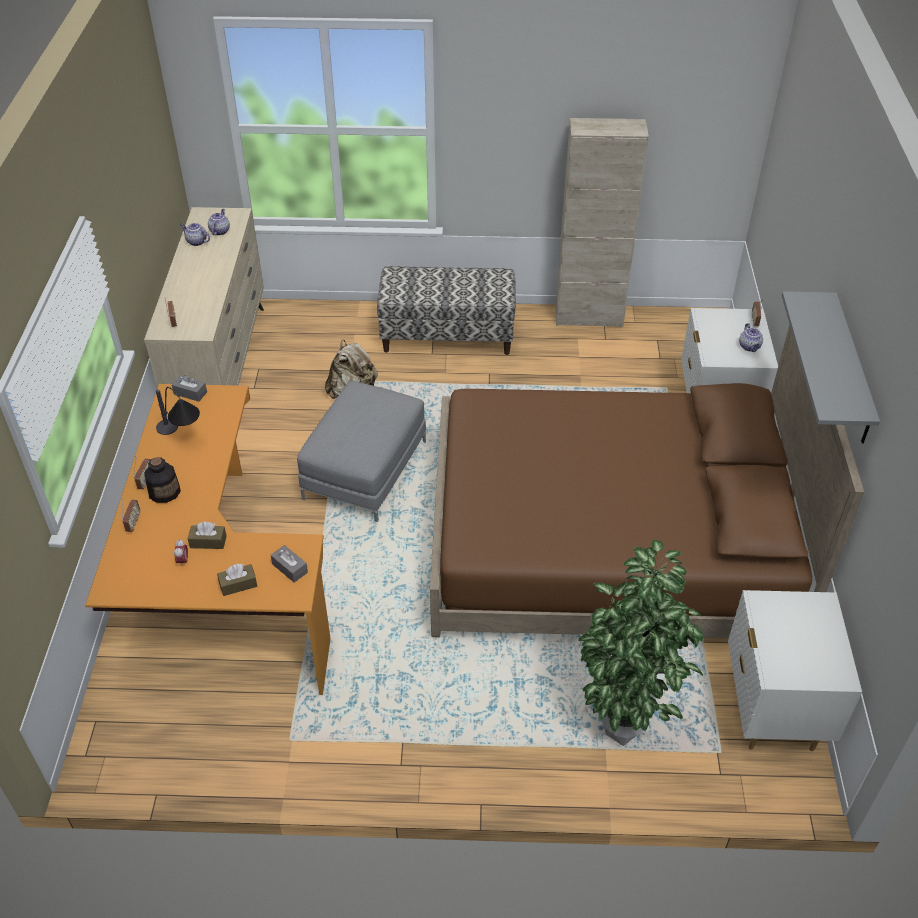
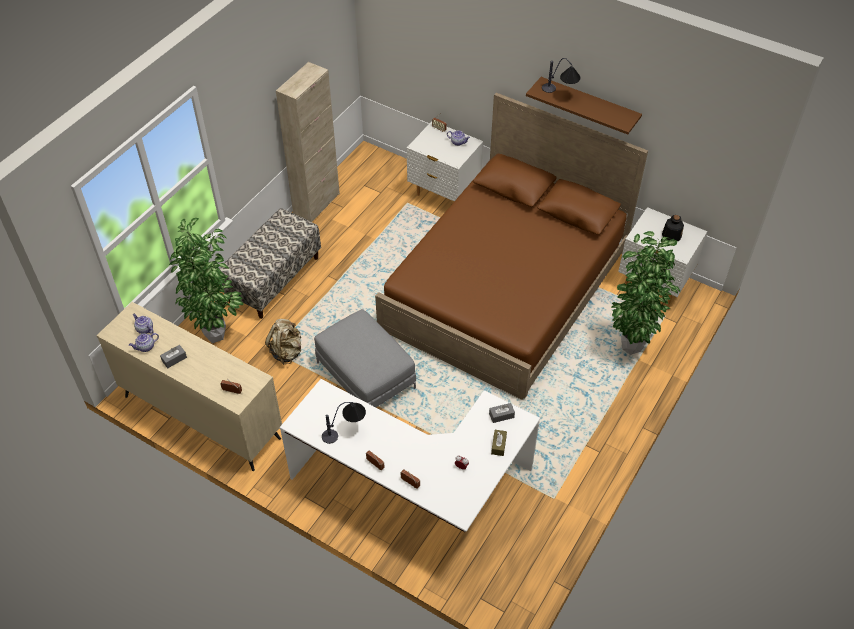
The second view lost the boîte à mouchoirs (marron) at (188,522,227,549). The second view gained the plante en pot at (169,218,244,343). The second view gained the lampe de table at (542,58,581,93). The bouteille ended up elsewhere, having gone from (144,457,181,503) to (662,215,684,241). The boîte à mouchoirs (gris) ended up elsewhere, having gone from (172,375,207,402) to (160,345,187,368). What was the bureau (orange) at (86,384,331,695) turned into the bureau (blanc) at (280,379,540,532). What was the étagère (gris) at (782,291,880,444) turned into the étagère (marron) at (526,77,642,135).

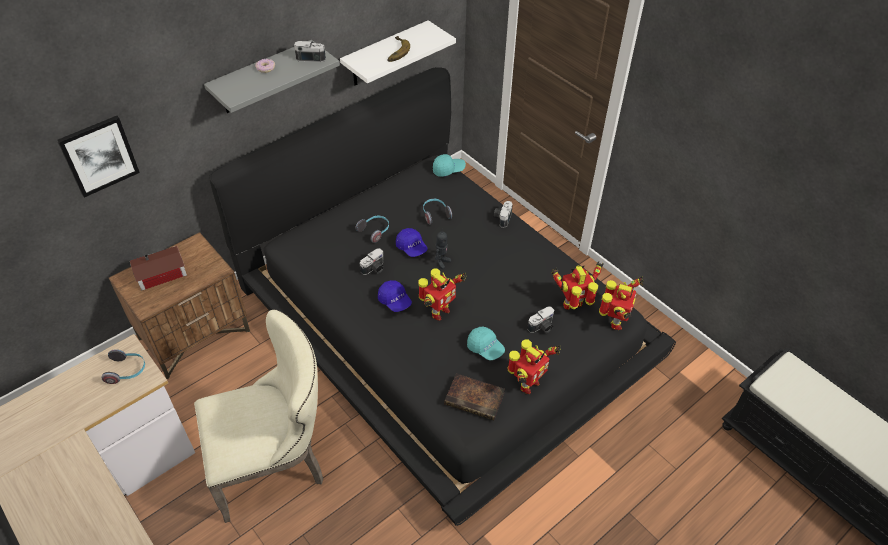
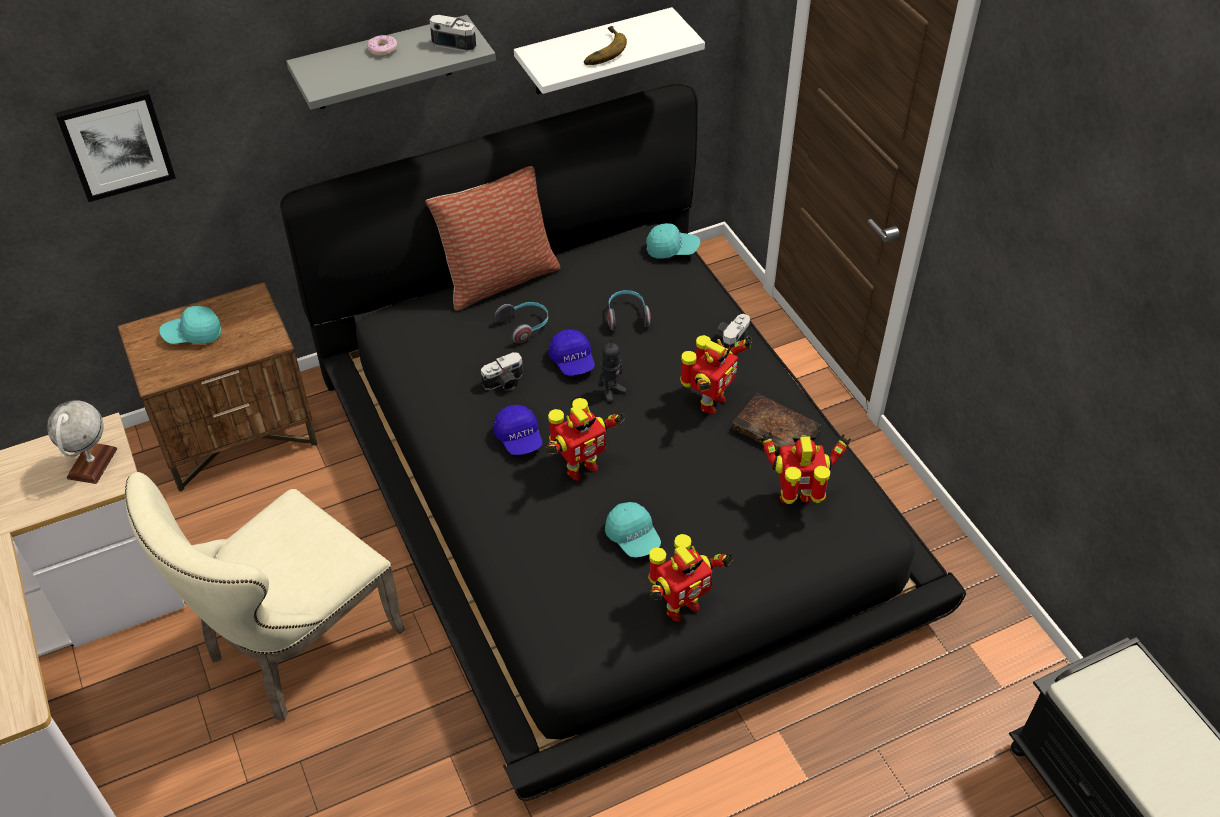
The second view lost the appareil photo at (527,306,554,333). The second view gained the coussin at (426,166,561,311). The livre ended up elsewhere, having gone from (444,373,505,420) to (731,393,821,453). The robot jouet ended up elsewhere, having gone from (599,276,644,330) to (680,335,752,414). Where the casque audio stood at (101,349,145,384), the globe came to stand at (47,400,117,484). Where the maison miniature stood at (130,246,187,290), the casquette (turquoise) came to stand at (159,306,222,344). The chaise (beige) at (194,309,323,523) ended up facing another way, 135 degrees clockwise from before.

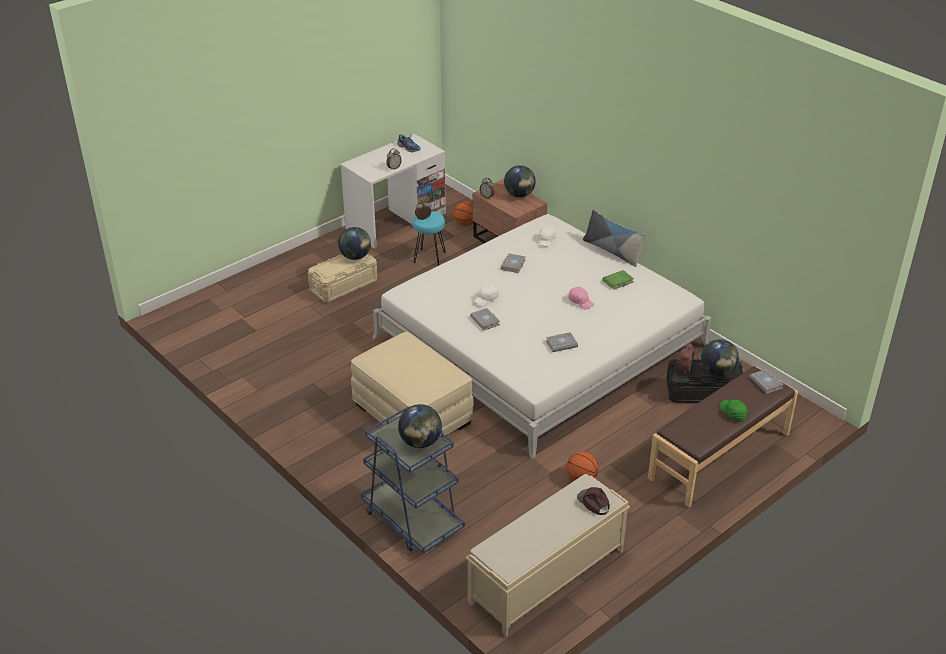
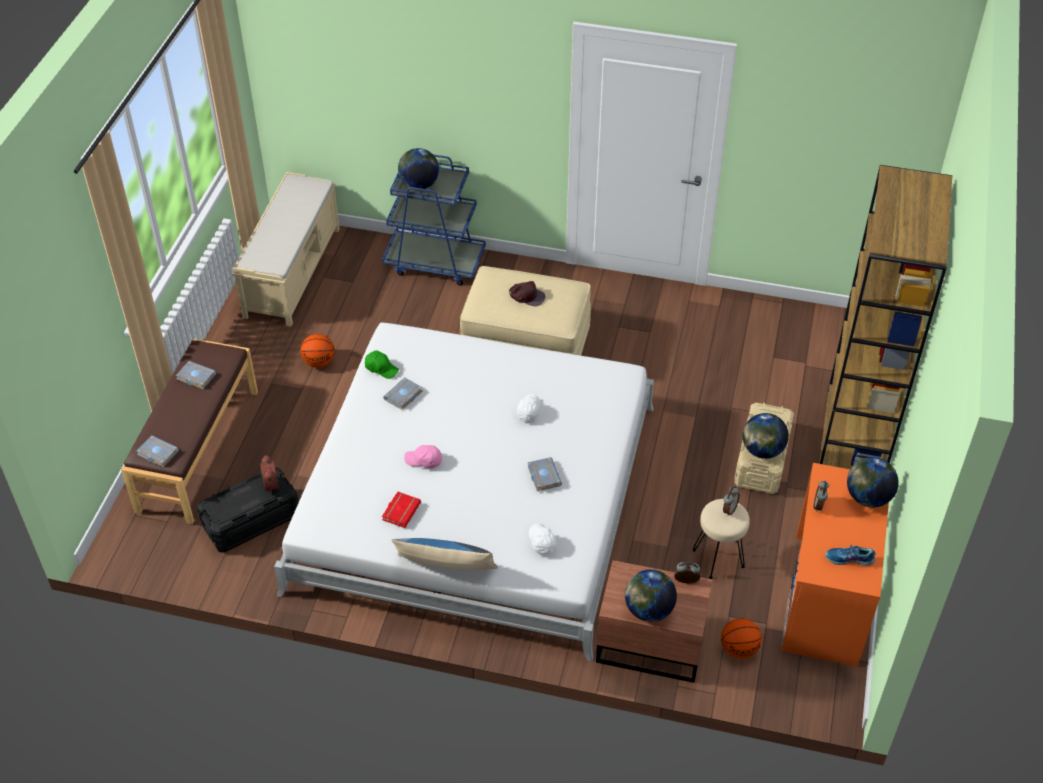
The second view gained the bibliothèque (marron) at (819,165,952,469). The livre (gris) ended up elsewhere, having gone from (470,308,500,330) to (176,361,216,389). The casquette (marron) ended up elsewhere, having gone from (577,487,610,515) to (509,281,545,306). The globe ended up elsewhere, having gone from (701,339,739,377) to (847,457,899,507). The casquette (vert) ended up elsewhere, having gone from (720,400,748,421) to (365,350,399,379). What was the bureau (blanc) at (340,134,446,249) turned into the bureau (orange) at (781,463,889,666). What was the tabouret (turquoise) at (413,211,446,266) turned into the tabouret (beige) at (692,499,750,579). What was the livre (vert) at (603,270,634,290) turned into the livre (rouge) at (382,492,421,528).

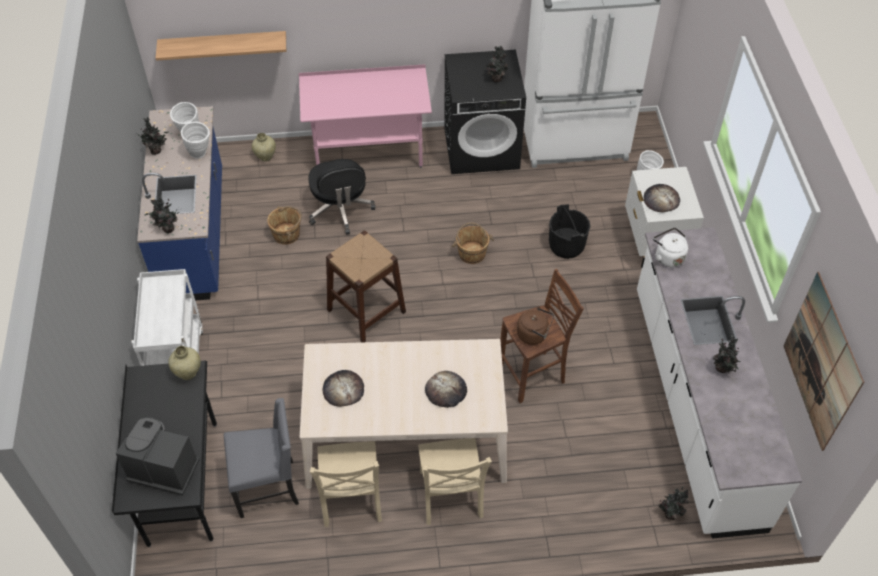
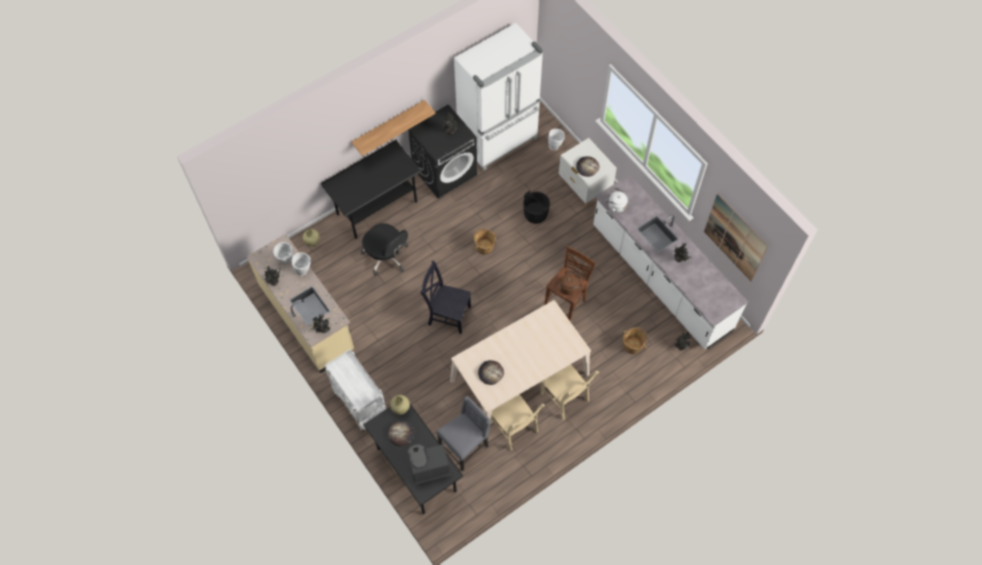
The étagère ended up elsewhere, having gone from (156,31,286,61) to (352,100,436,156). The seau (marron) ended up elsewhere, having gone from (267,206,302,244) to (622,327,647,354). The pain ended up elsewhere, having gone from (425,371,467,408) to (388,421,415,447). Where the tabouret (marron) stood at (326,230,406,342), the chaise (noir) came to stand at (420,260,471,334). What was the comptoir de cuisine (bleu) at (137,106,222,301) turned into the comptoir de cuisine (beige) at (247,234,354,373). What was the bureau (rose) at (299,64,432,168) turned into the bureau (noir) at (321,139,422,239).

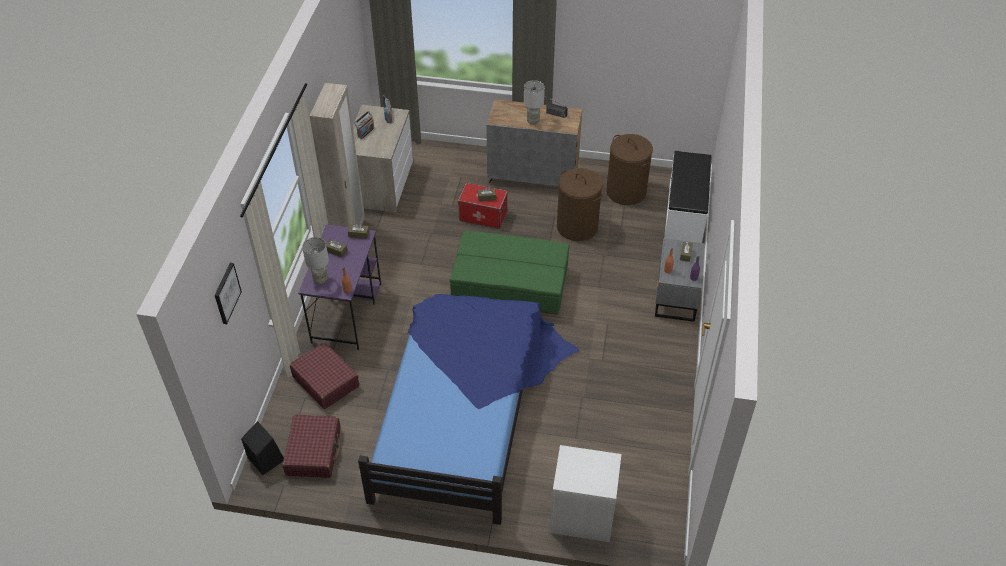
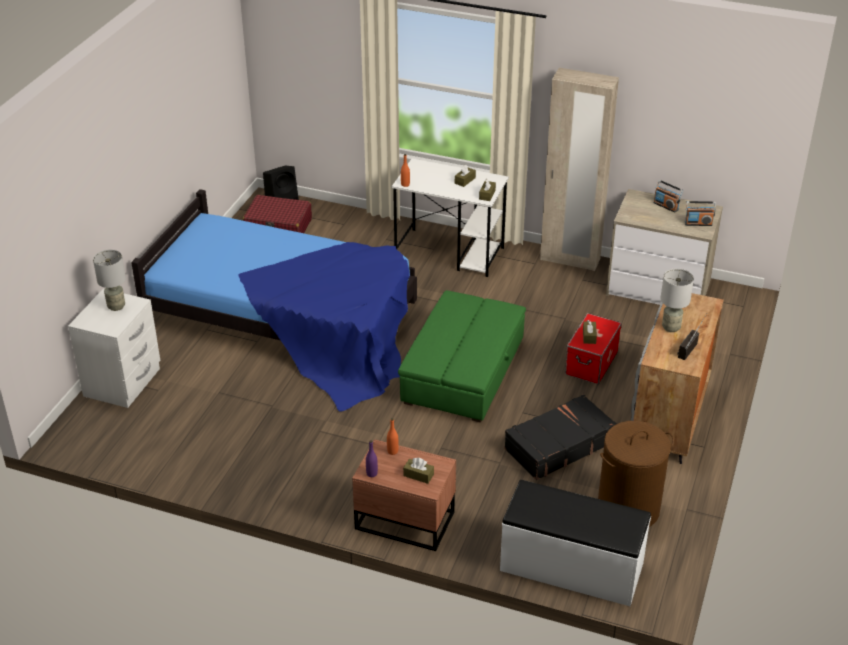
The second view lost the tableau at (214,263,242,324). The second view lost the valise (rouge) at (290,342,359,409). The lampe de table (gris) ended up elsewhere, having gone from (302,237,329,284) to (93,250,126,311). Where the panier à linge (marron) stood at (557,168,603,241), the valise (noir) came to stand at (504,394,617,480). What was the bureau (violet) at (298,224,381,350) turned into the bureau (blanc) at (391,159,509,277). What was the table de chevet (gris) at (655,238,705,322) turned into the table de chevet (marron) at (352,439,456,551).

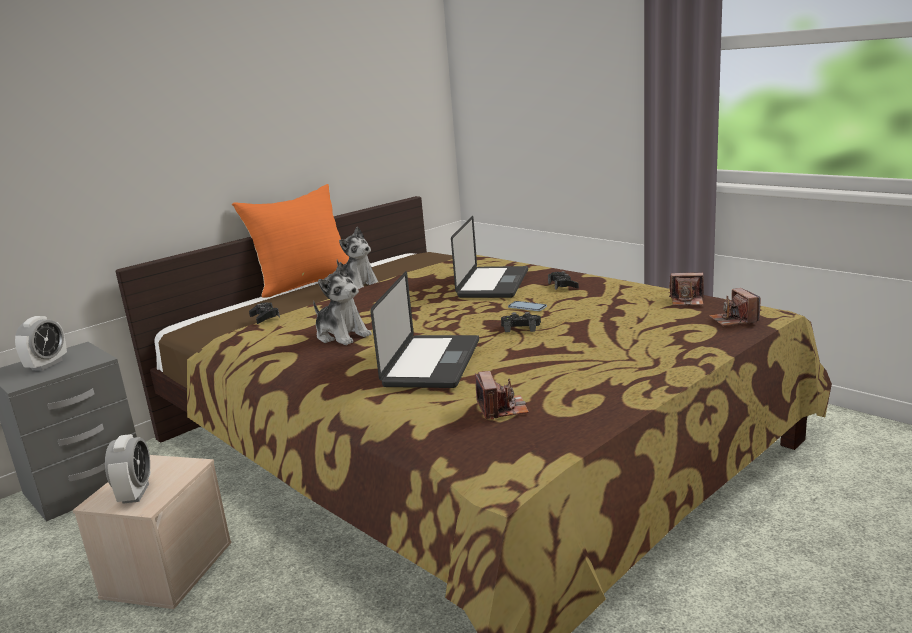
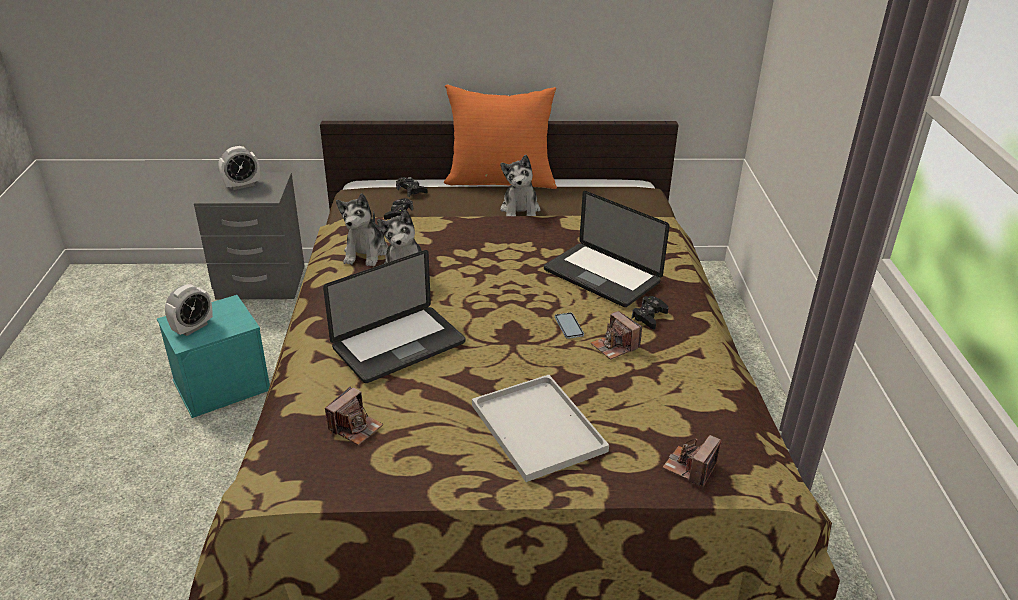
The second view gained the peluche at (336,193,388,267). The second view gained the plateau (blanc) at (472,375,609,482). The manette (noir) ended up elsewhere, having gone from (501,312,541,332) to (396,177,427,197). The appareil photo ended up elsewhere, having gone from (669,272,704,305) to (591,311,642,360). What was the boîte de rangement (beige) at (72,455,232,609) turned into the boîte de rangement (turquoise) at (157,295,270,418). The ordinateur portable at (451,216,528,298) ended up facing another way, 75 degrees clockwise from before.

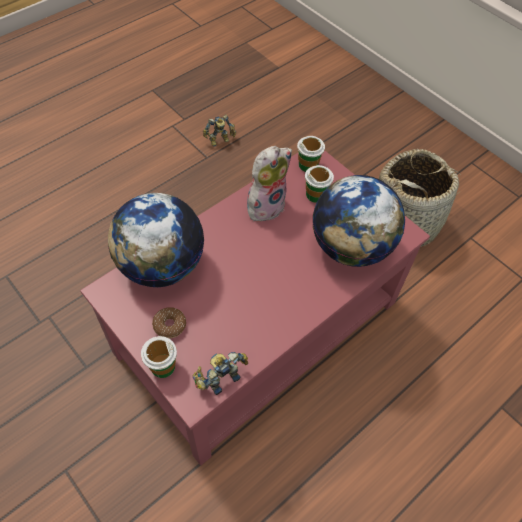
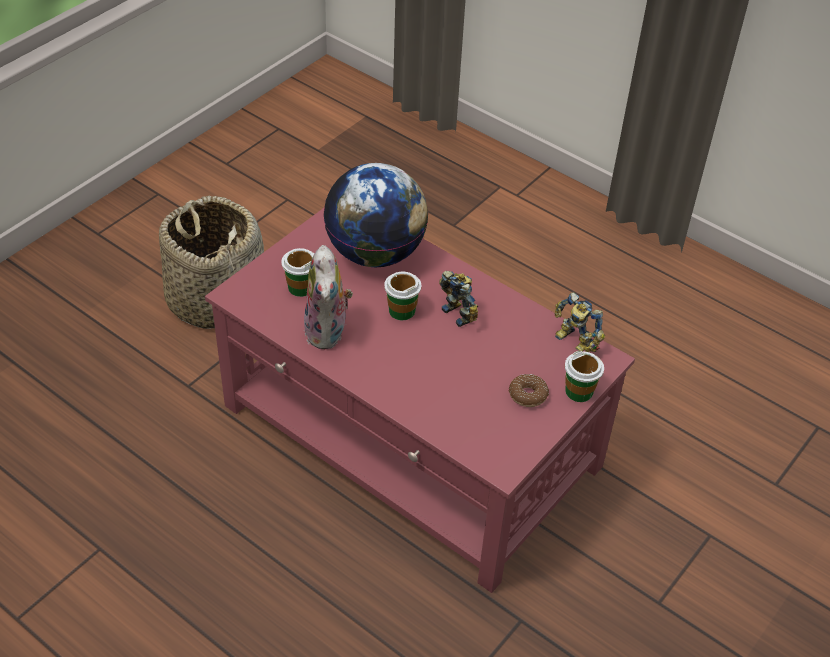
The second view lost the globe at (108,193,204,287). The robot jouet ended up elsewhere, having gone from (203,115,236,147) to (439,271,478,327). The tasse ended up elsewhere, having gone from (297,136,325,172) to (384,272,421,320). The peluche at (247,146,292,221) ended up facing another way, 135 degrees counterclockwise from before.

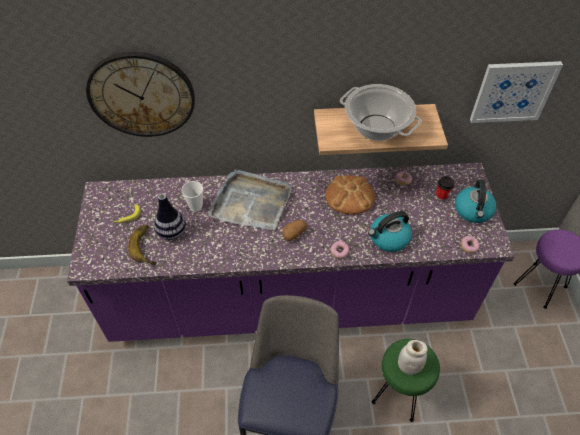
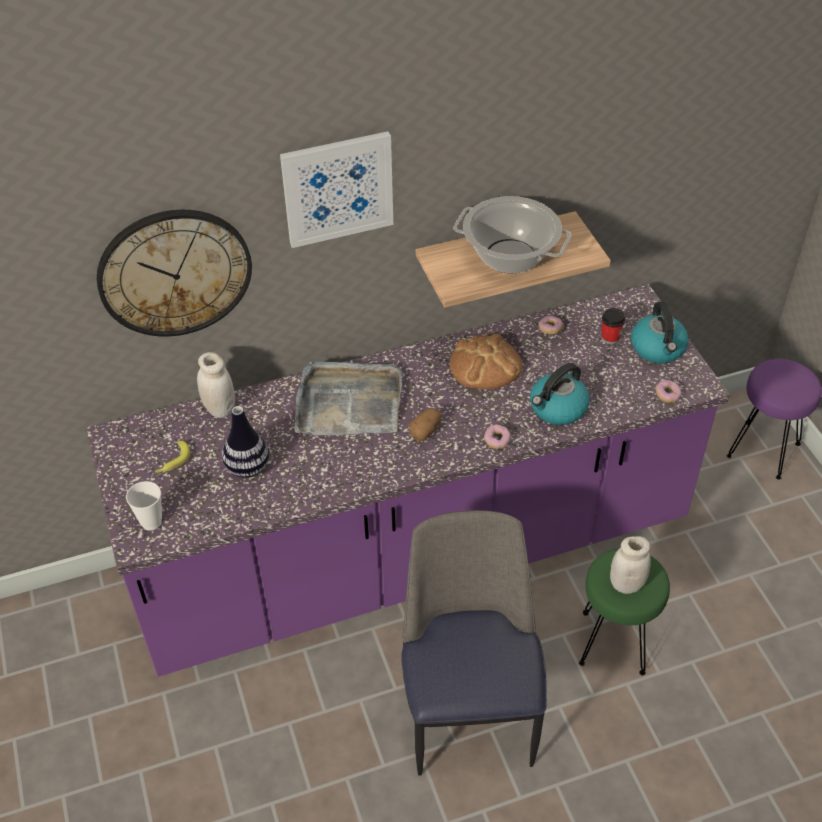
The second view lost the banane at (128,225,156,265). The second view gained the bocal (blanc) at (197,352,235,418). The tasse ended up elsewhere, having gone from (181,181,203,212) to (126,481,162,531). The tableau ended up elsewhere, having gone from (470,61,563,123) to (280,131,393,248).

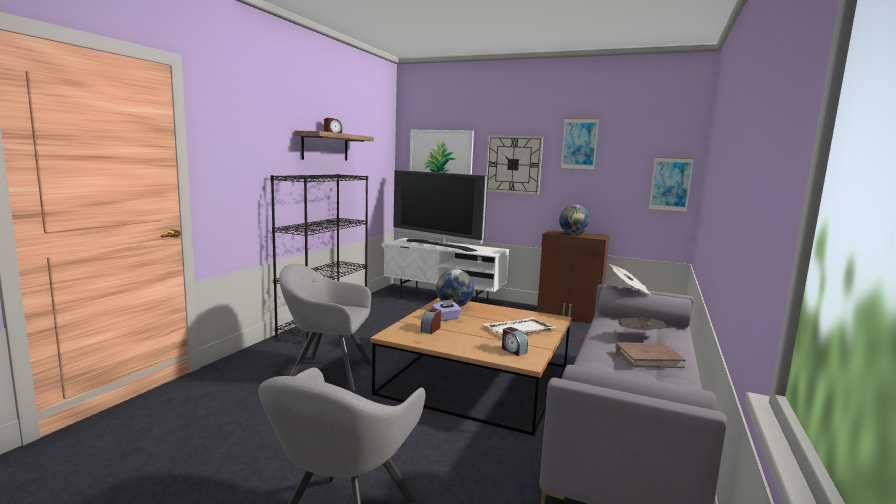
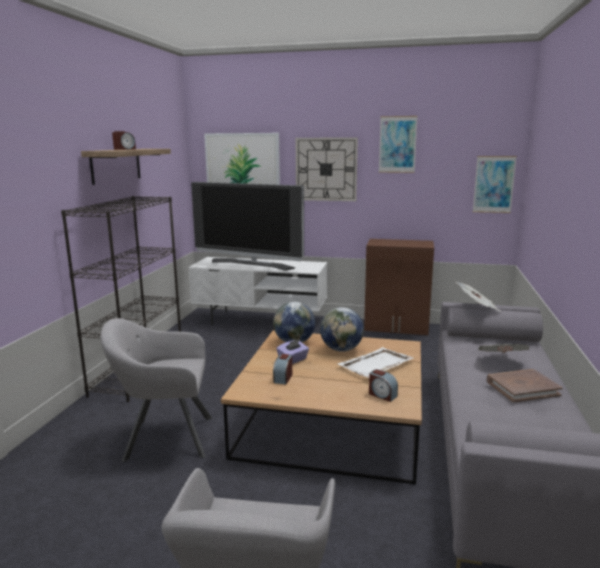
The globe ended up elsewhere, having gone from (559,205,590,235) to (320,307,364,352).

